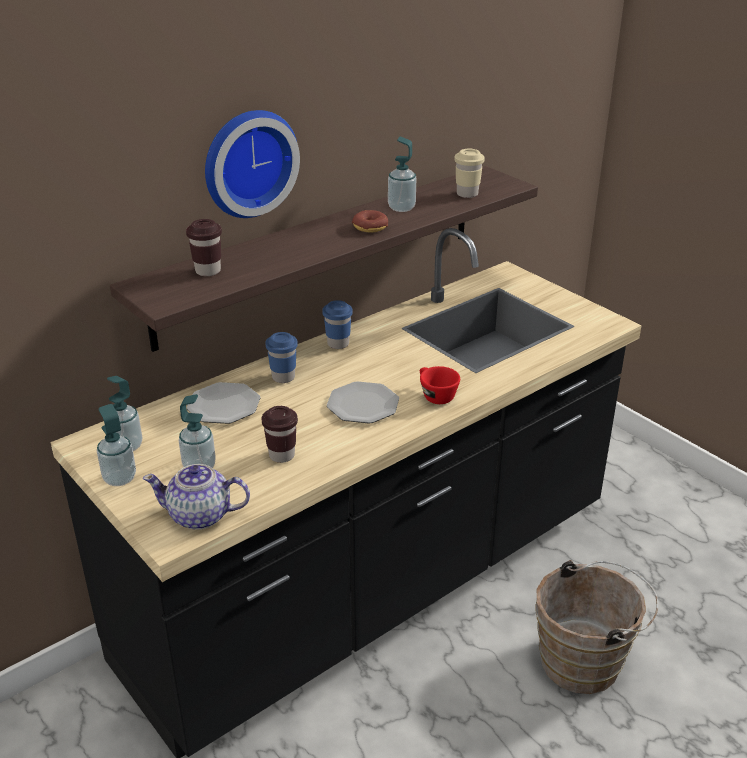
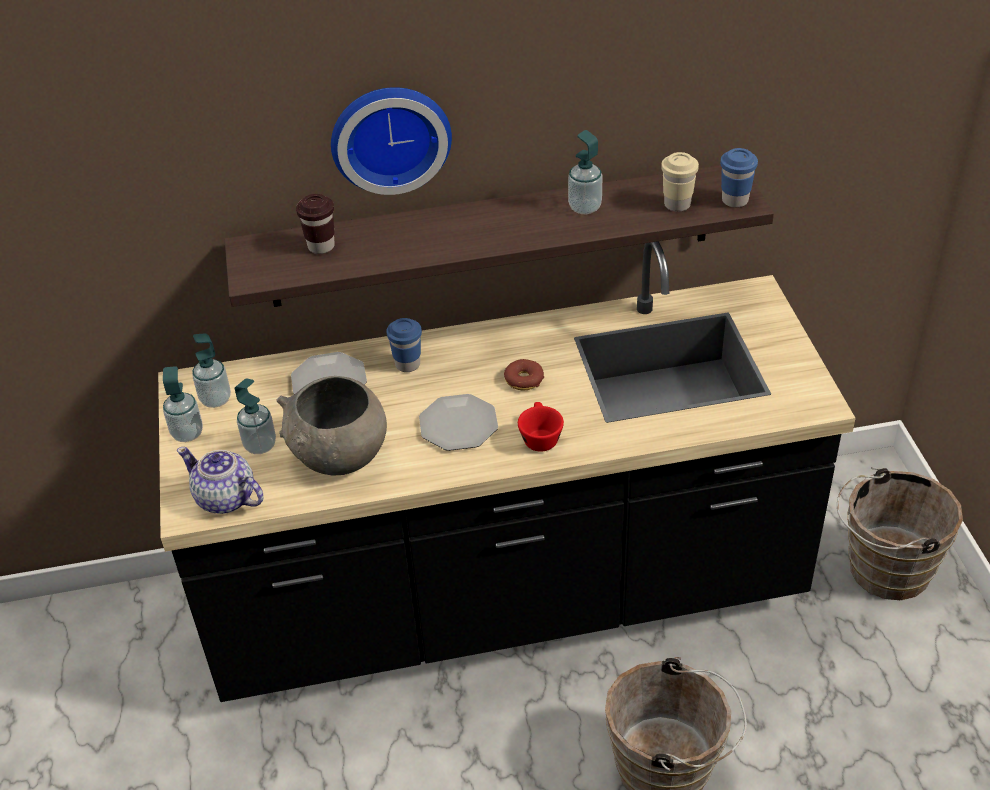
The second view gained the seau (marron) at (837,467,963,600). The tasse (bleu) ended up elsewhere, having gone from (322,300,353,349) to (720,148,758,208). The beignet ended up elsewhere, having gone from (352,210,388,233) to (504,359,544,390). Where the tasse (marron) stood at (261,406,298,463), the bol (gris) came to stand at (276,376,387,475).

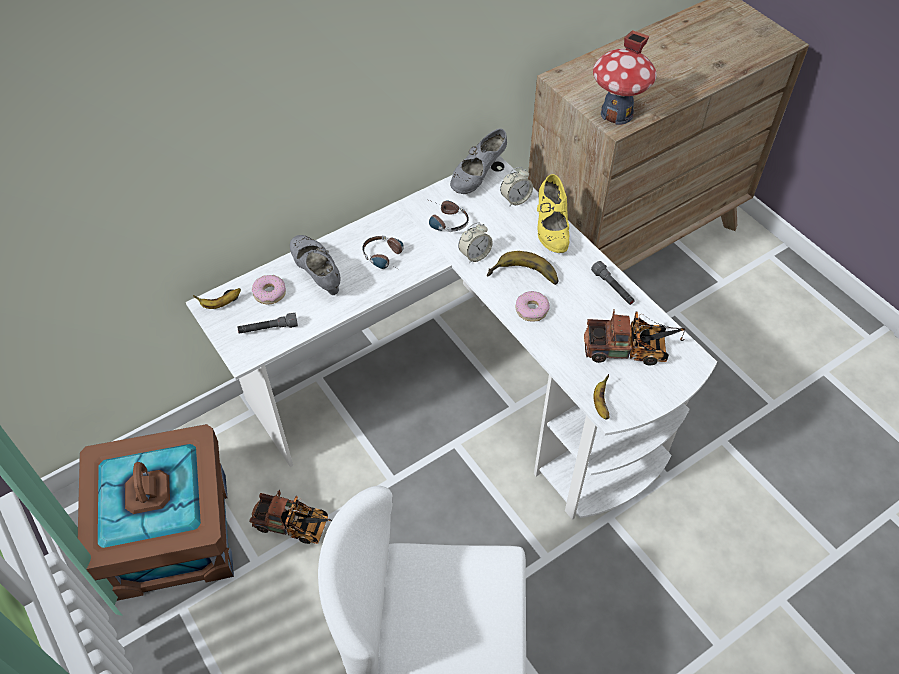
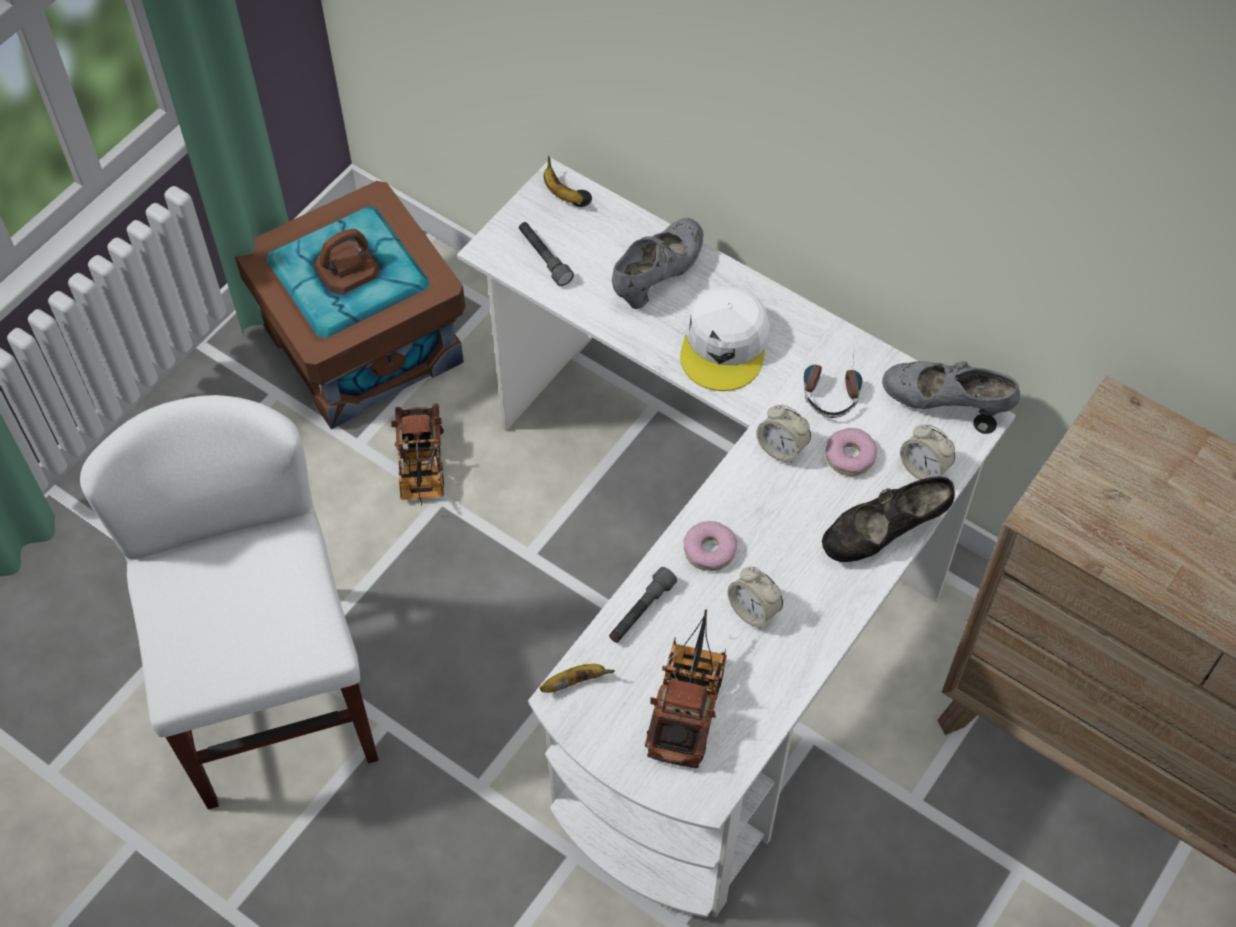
The second view lost the banane at (487,251,558,285). The second view lost the maison miniature at (593,30,657,125). The second view gained the réveil at (727,567,783,628). The beignet ended up elsewhere, having gone from (252,275,286,304) to (825,428,877,476). The lampe de poche (gris) ended up elsewhere, having gone from (591,261,635,305) to (609,567,677,643). Where the casque audio stood at (362,235,404,272), the casquette (blanc) came to stand at (680,286,770,391). What was the chaussure (jaune) at (537,174,570,253) turned into the chaussure (noir) at (822,477,955,562). The camion jouet at (584,309,685,366) ended up facing another way, 150 degrees counterclockwise from before.

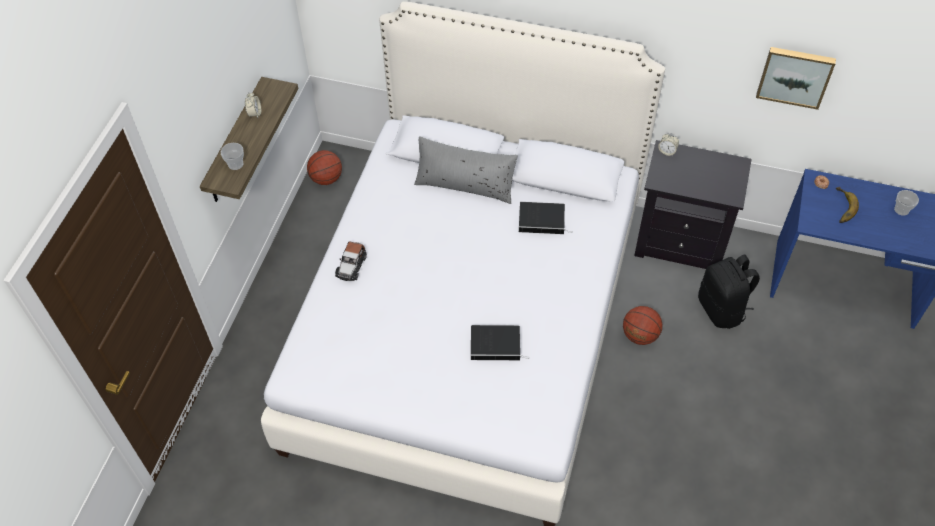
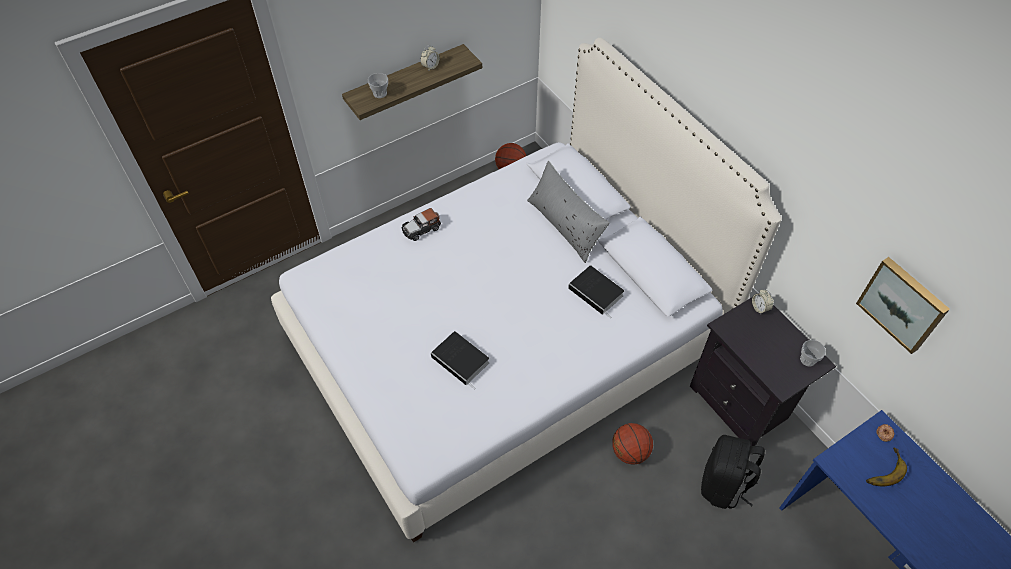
The tasse ended up elsewhere, having gone from (894,190,919,216) to (800,340,826,367).

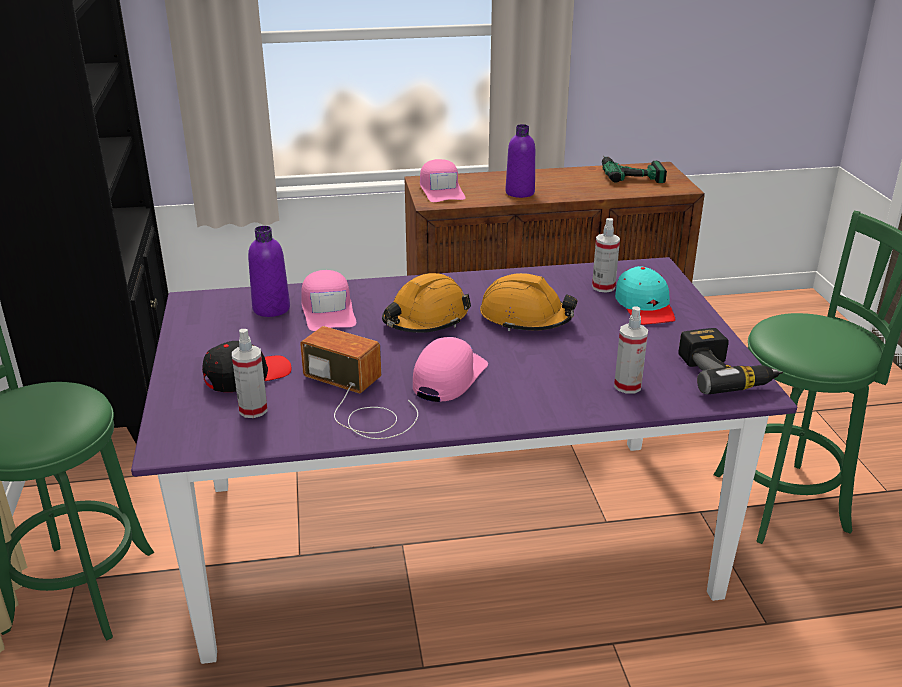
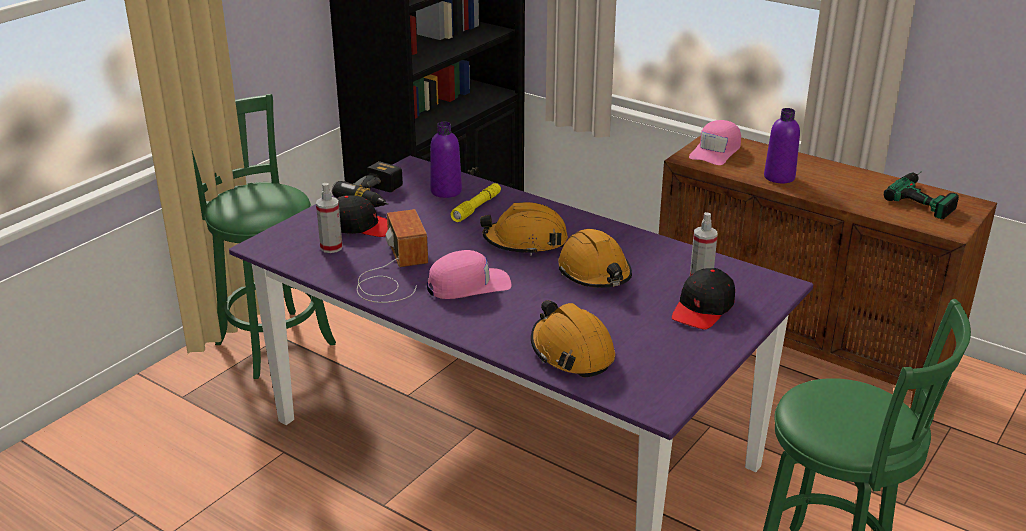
The perceuse ended up elsewhere, having gone from (678,328,783,394) to (332,161,403,207). Where the casquette (rose) stood at (301,270,356,331), the lampe de poche (jaune) came to stand at (451,183,501,222). Where the vaporisateur stood at (614,306,648,394), the casque de chantier (orange) came to stand at (531,300,615,378). What was the casquette (turquoise) at (615,266,675,325) turned into the casquette (noir) at (672,268,735,330).

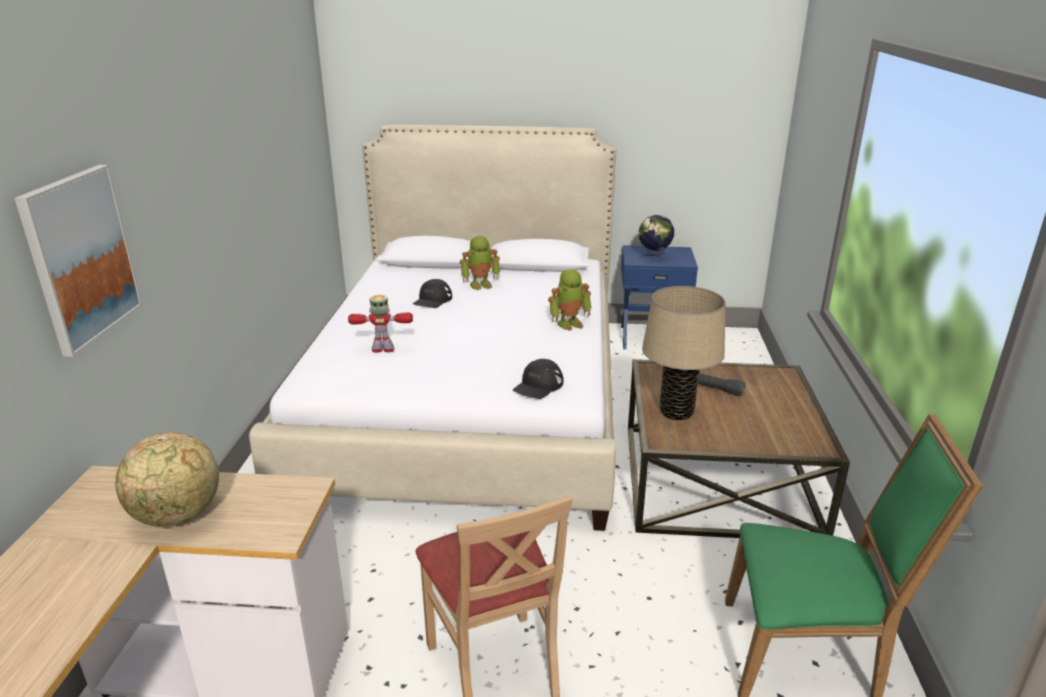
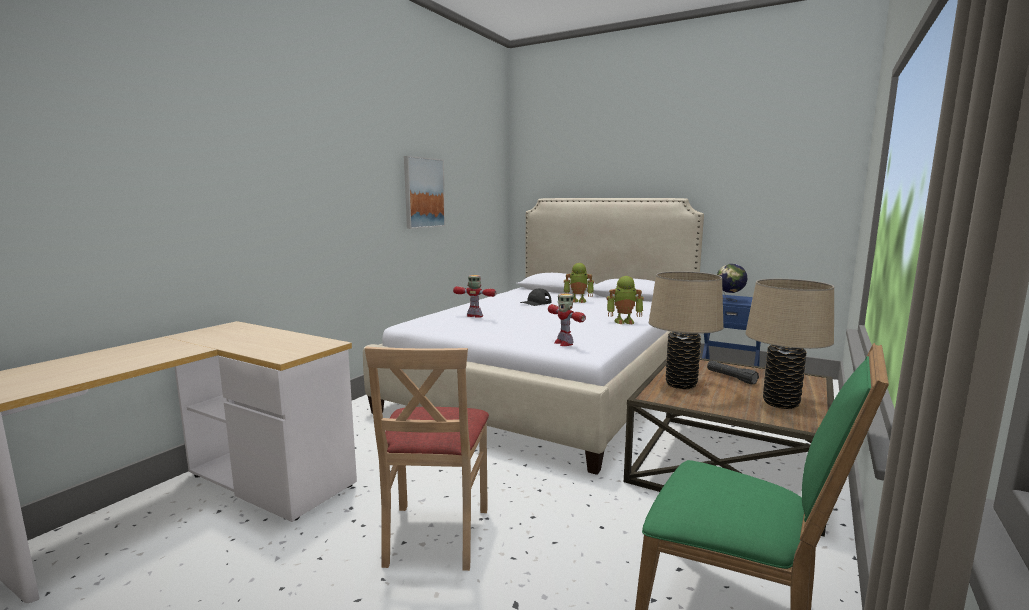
The second view lost the globe at (115,432,219,527). The second view gained the lampe de table (beige) at (745,279,834,409). The tableau ended up elsewhere, having gone from (14,165,143,357) to (404,156,446,229). Where the casquette (noir) stood at (513,359,563,399), the robot jouet came to stand at (548,293,586,346).

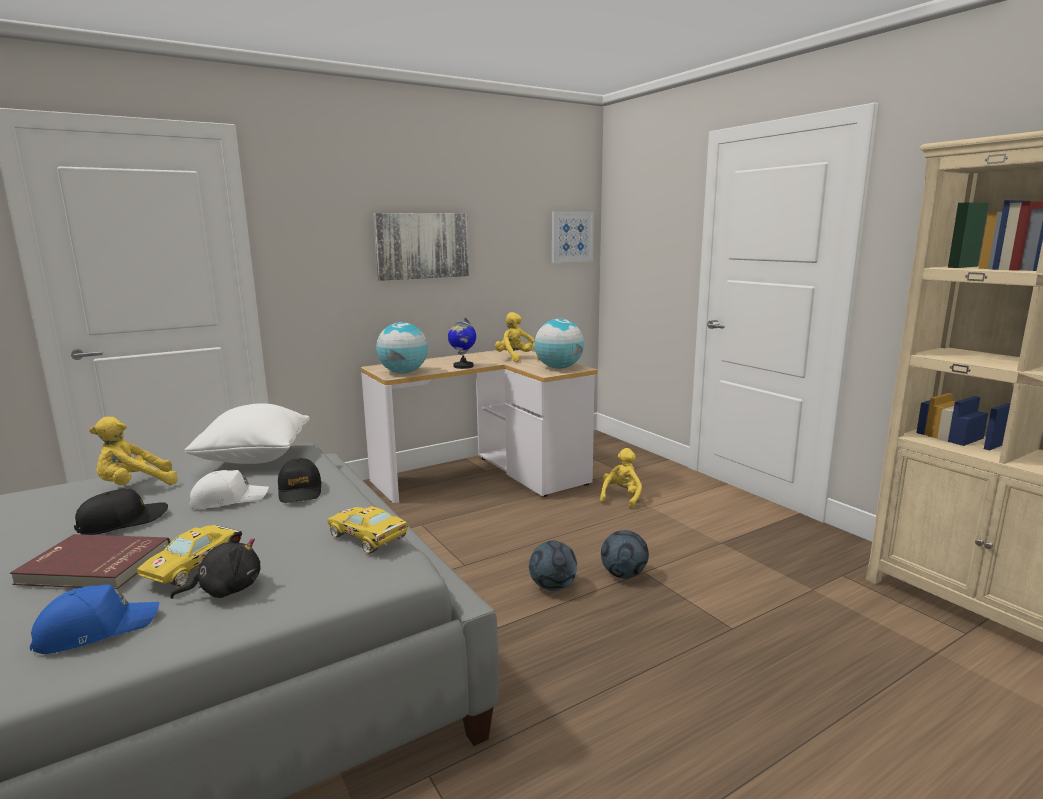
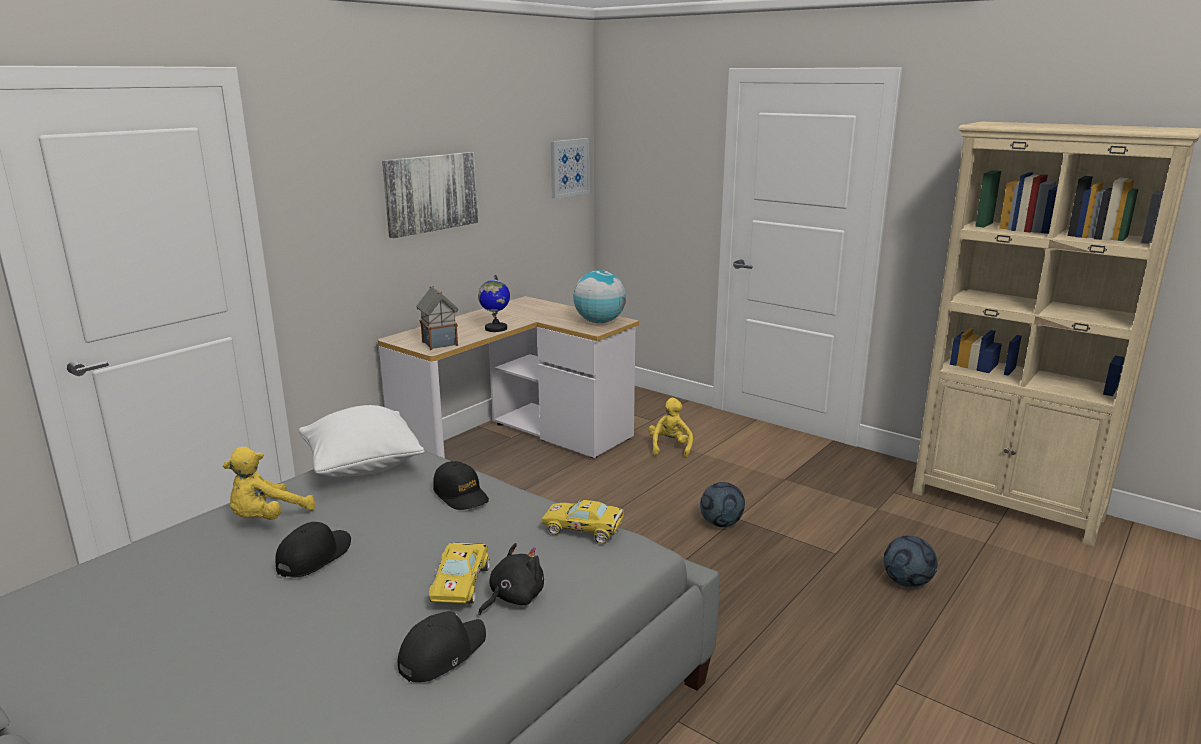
The second view lost the livre (rouge) at (10,534,170,589). The second view lost the casquette (blanc) at (189,470,269,509). The second view lost the peluche (jaune) at (495,312,540,362). The ballon de foot ended up elsewhere, having gone from (529,541,577,591) to (884,535,938,587). Where the globe stood at (376,322,428,373), the maison miniature came to stand at (416,286,458,350). What was the casquette (bleu) at (30,584,159,654) turned into the casquette (noir) at (398,611,486,682).

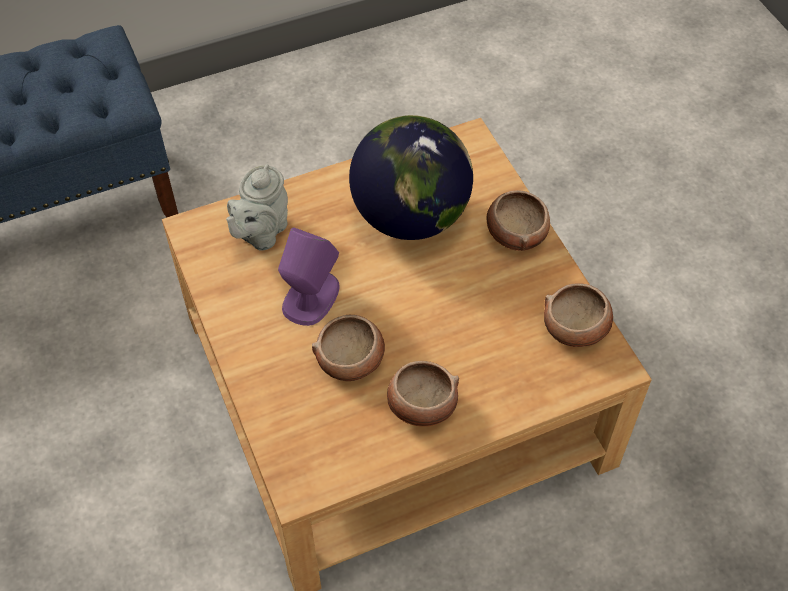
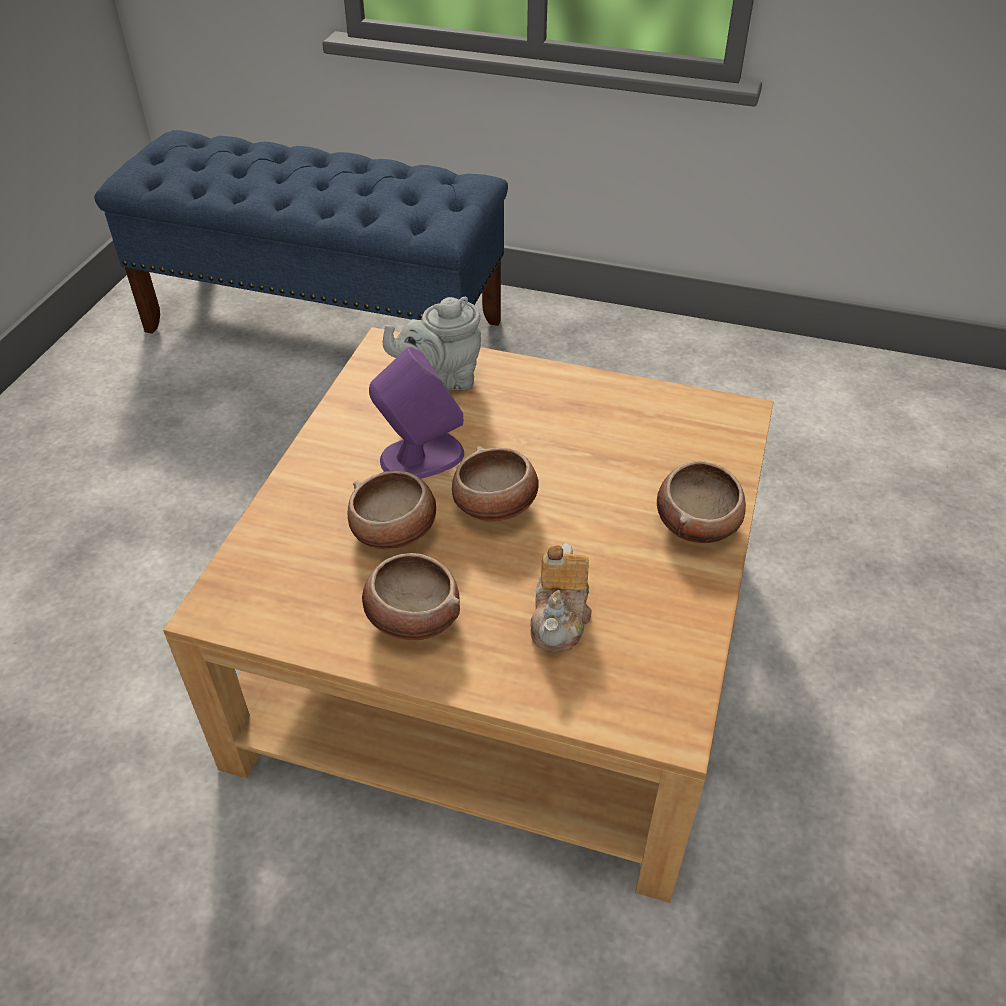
The second view lost the globe at (349,115,473,240). The second view gained the théière at (530,543,591,652). The bol ended up elsewhere, having gone from (544,284,613,347) to (452,446,539,522).

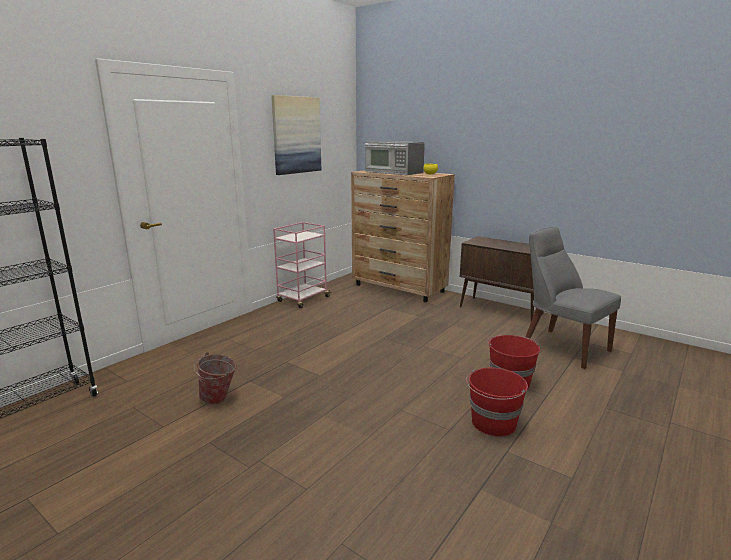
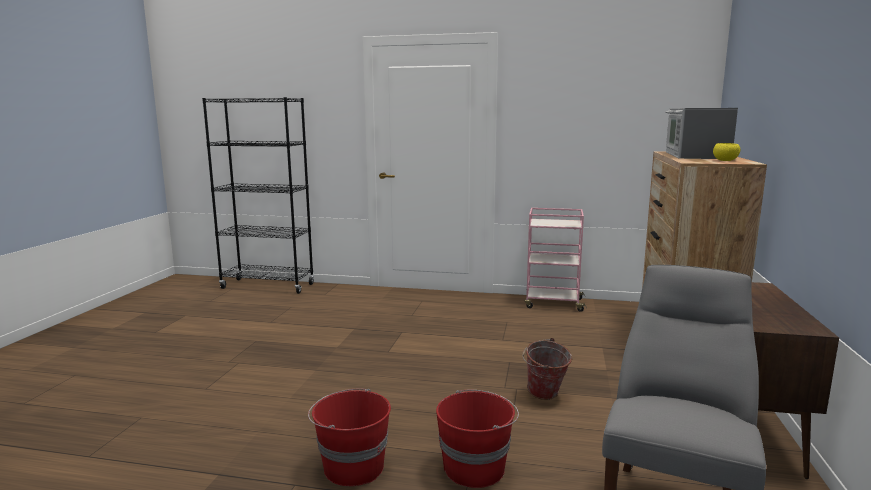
The second view lost the tableau at (271,95,321,175). The seau ended up elsewhere, having gone from (194,352,237,404) to (522,338,572,400).

